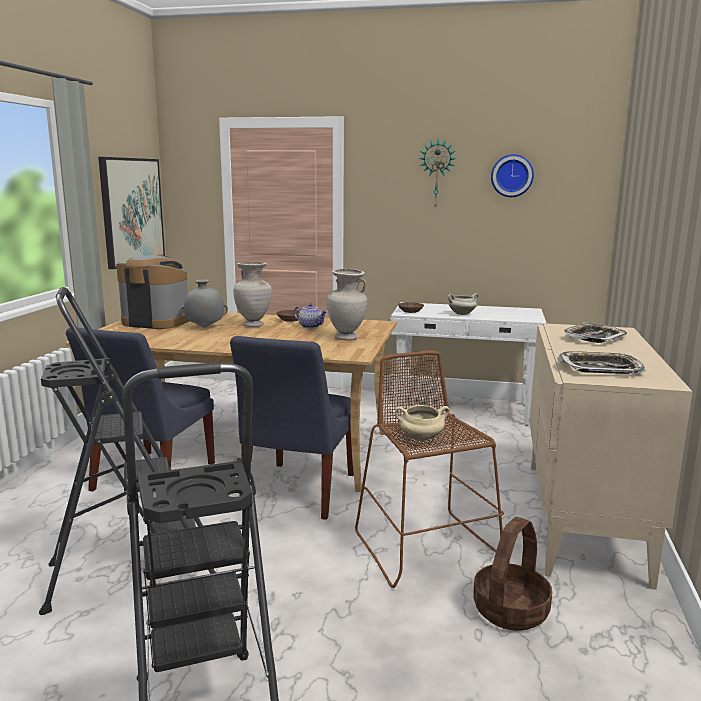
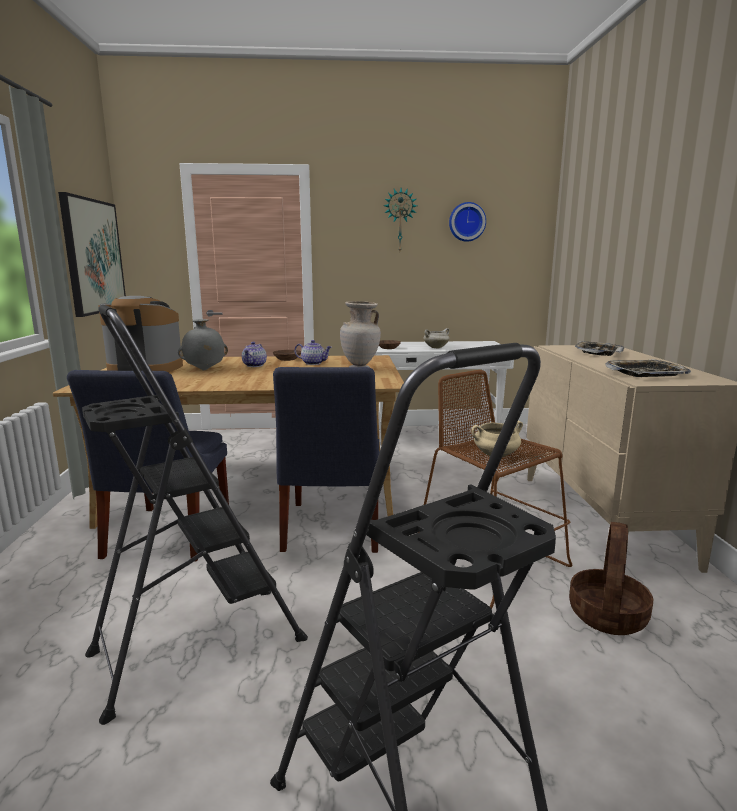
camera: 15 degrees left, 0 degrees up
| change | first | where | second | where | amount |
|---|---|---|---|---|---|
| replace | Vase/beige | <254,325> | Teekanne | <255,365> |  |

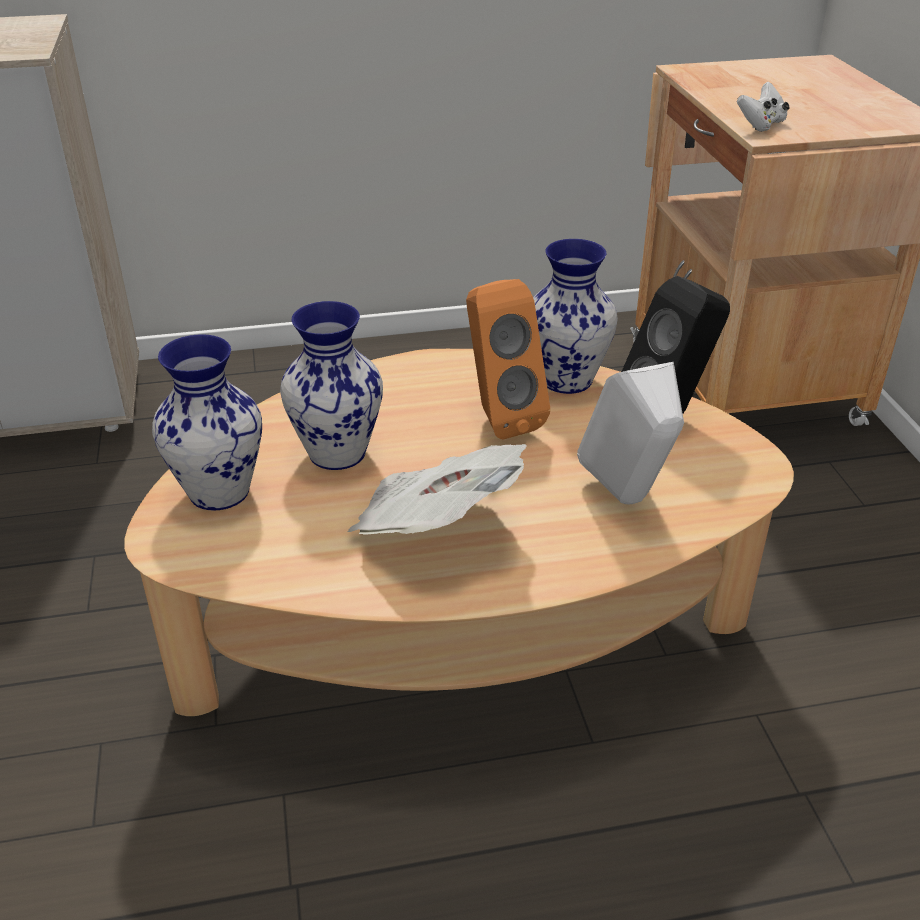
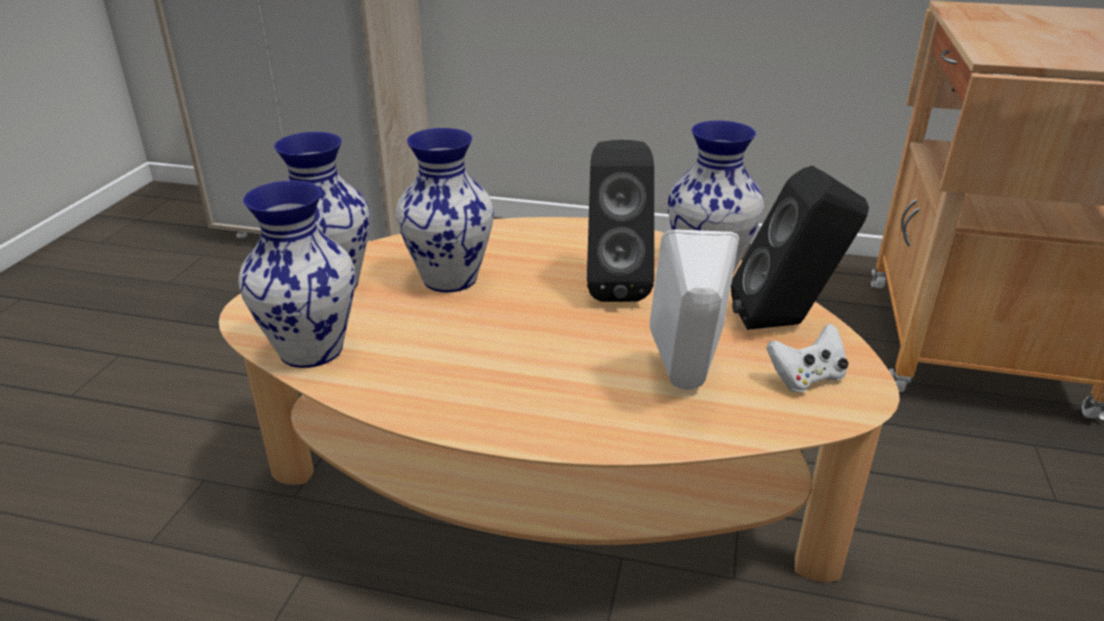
camera: 25 degrees right, 5 degrees down
| change | first | where | second | where | amount |
|---|---|---|---|---|---|
| delete | Zeitung | <436,525> |  |  |  |
| insert |  |  | Vase | <310,349> |  |
| move | Gamepad/weiß | <761,125> |  | <806,378> |  |
| recolor | Lautsprecher/orange | <498,418> | Lautsprecher/schwarz | <615,285> |  |

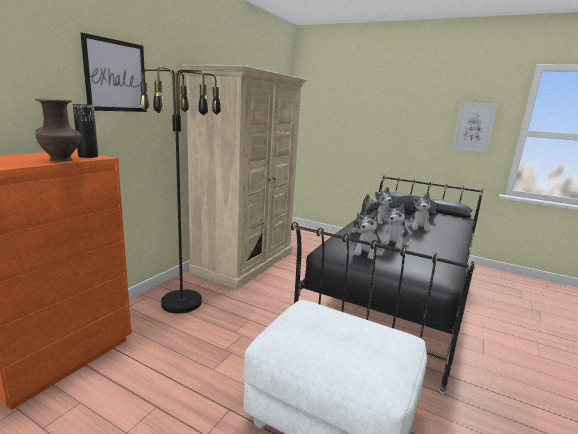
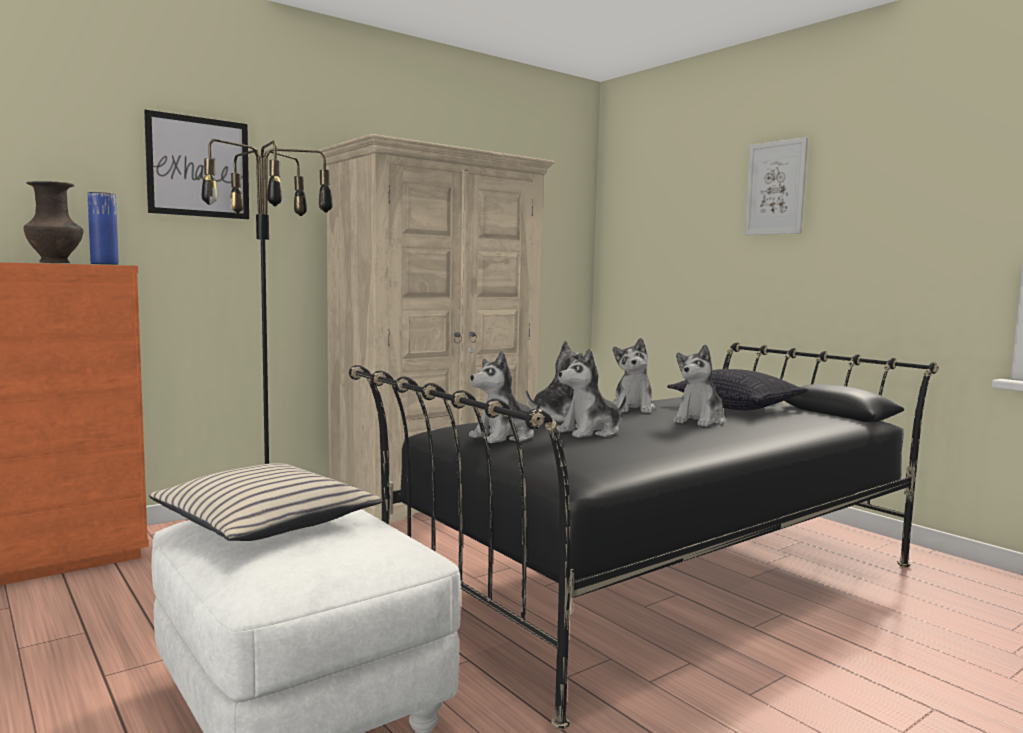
camera: 25 degrees right, 10 degrees down
| change | first | where | second | where | amount |
|---|---|---|---|---|---|
| insert |  |  | Kissen/beige | <266,522> |  |
| move | Bild | <474,127> |  | <775,188> |  |
| recolor | Vase/schwarz | <88,156> | Vase/blau | <104,264> |  |

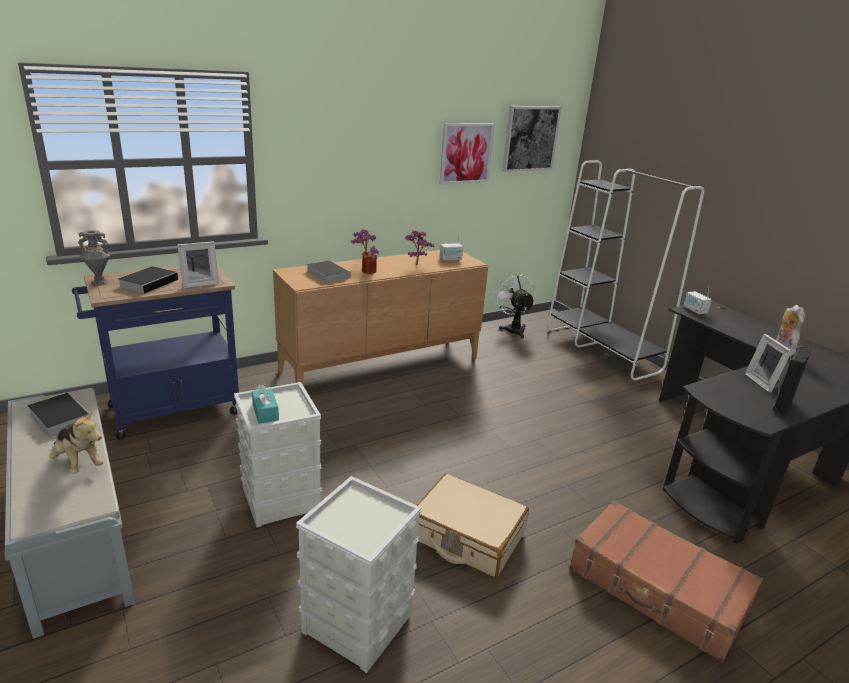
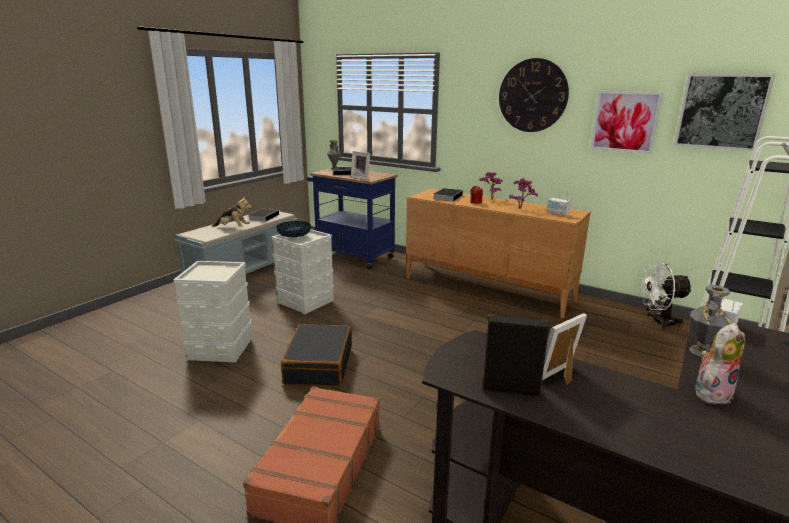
camera: 65 degrees right, 5 degrees down
| change | first | where | second | where | amount |
|---|---|---|---|---|---|
| insert |  |  | Wanduhr | <532,95> |  |
| insert |  |  | Vase/grau | <700,351> |  |
| replace | Taschentuchbox/türkis | <265,412> | Schüssel | <294,237> |  |
| recolor | Koffer/beige | <467,536> | Koffer/schwarz | <318,365> |  |
| rotate | Plüschtier | <78,462> |  | <233,228> | 90 degrees counterclockwise |
| rotate | Ventilator/weiß | <513,329> |  | <658,322> | 135 degrees counterclockwise |

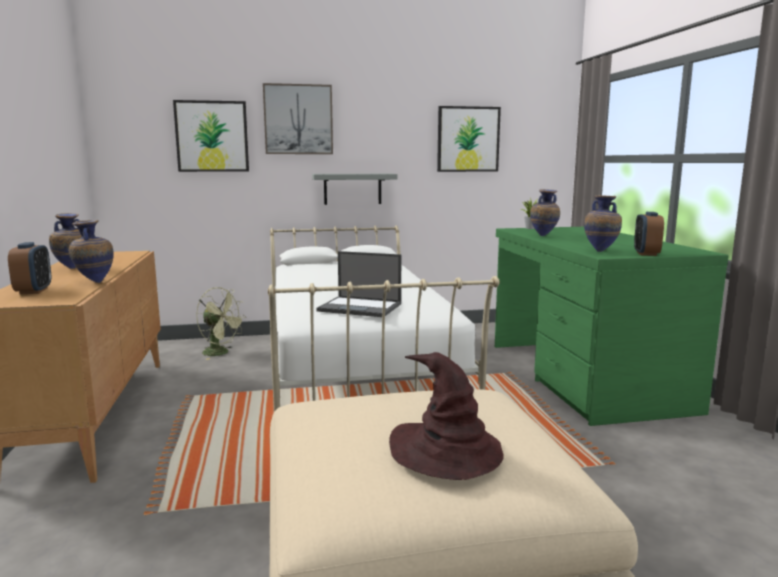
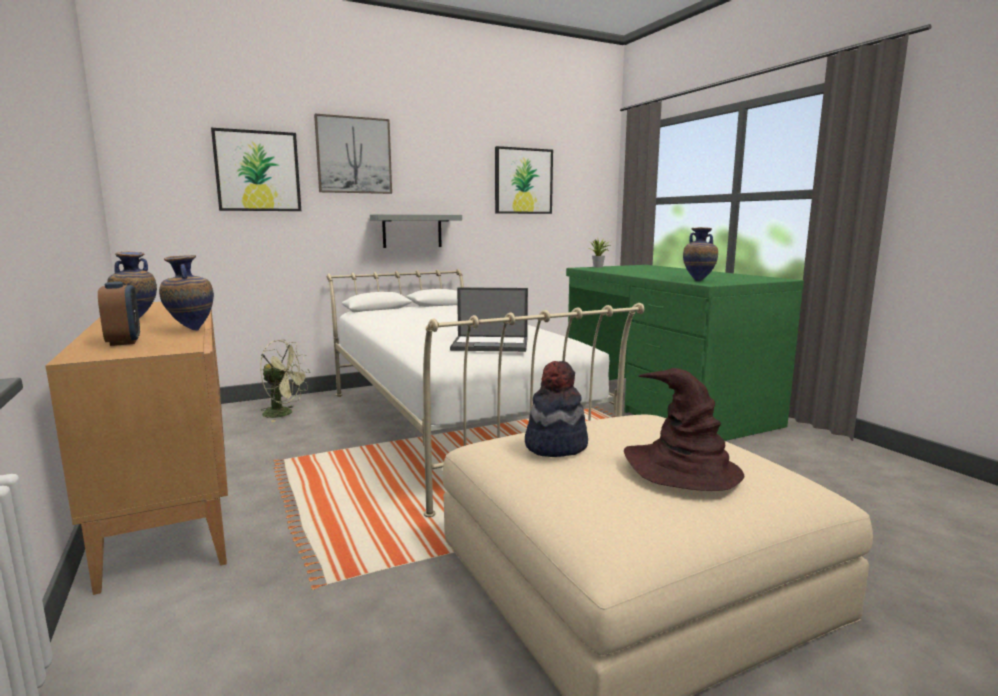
camera: 15 degrees left, 0 degrees up
| change | first | where | second | where | amount |
|---|---|---|---|---|---|
| delete | Vase | <543,236> |  |  |  |
| delete | Wecker | <646,253> |  |  |  |
| insert |  |  | Hut | <555,445> |  |

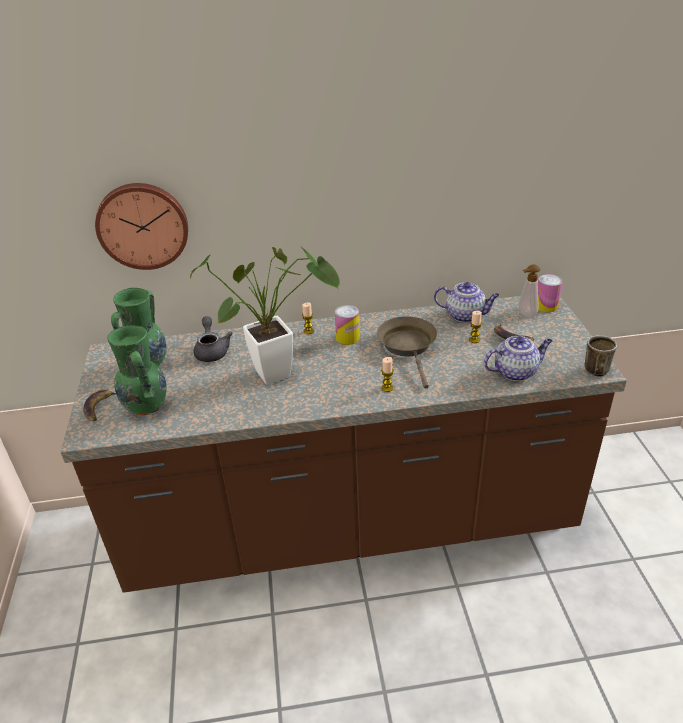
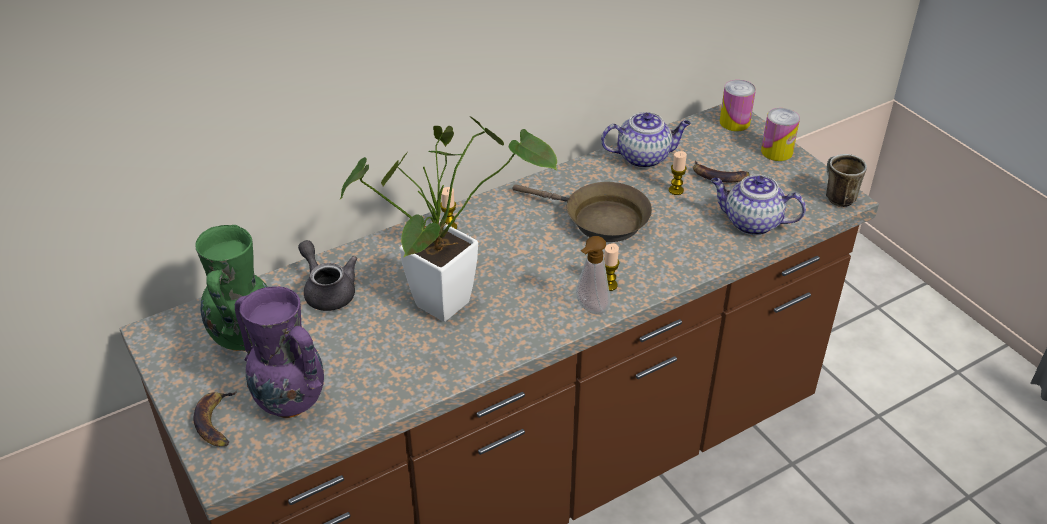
camera: 25 degrees left, 5 degrees up
| change | first | where | second | where | amount |
|---|---|---|---|---|---|
| delete | Wanduhr | <143,225> |  |  |  |
| move | Dose | <347,338> |  | <776,151> |  |
| move | Seifenspender | <525,315> |  | <590,309> |  |
| recolor | Vase/grün | <147,407> | Vase/lila | <290,402> |  |
| rotate | Pfanne/braun | <408,347> |  | <599,219> | 150 degrees clockwise |
| rotate | Teekanne | <515,371> |  | <751,223> | 120 degrees counterclockwise |

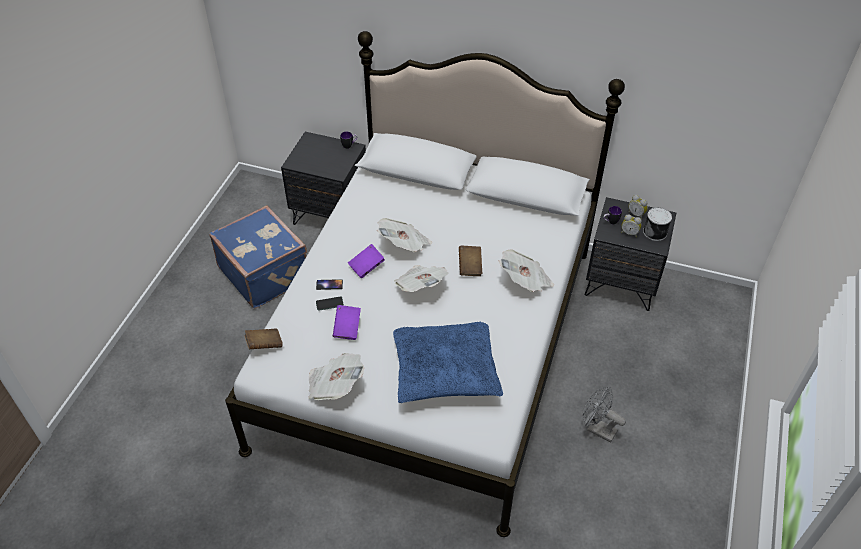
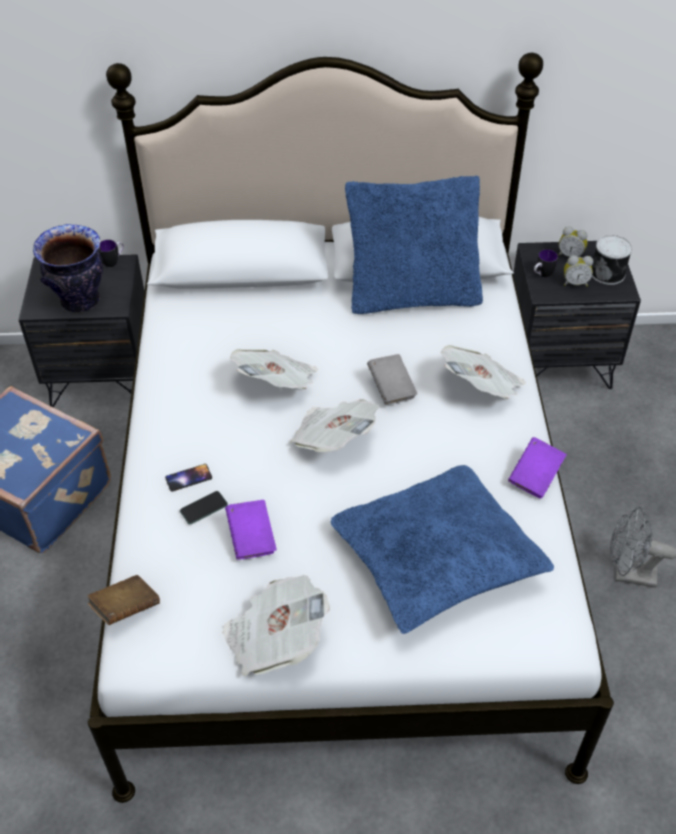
camera: 20 degrees left, 0 degrees up
| change | first | where | second | where | amount |
|---|---|---|---|---|---|
| insert |  |  | Vase | <81,301> |  |
| insert |  |  | Kissen/blau | <413,291> |  |
| move | Buch/lila | <366,267> |  | <535,477> |  |
| recolor | Buch/braun | <470,266> | Buch/grau | <391,388> |  |

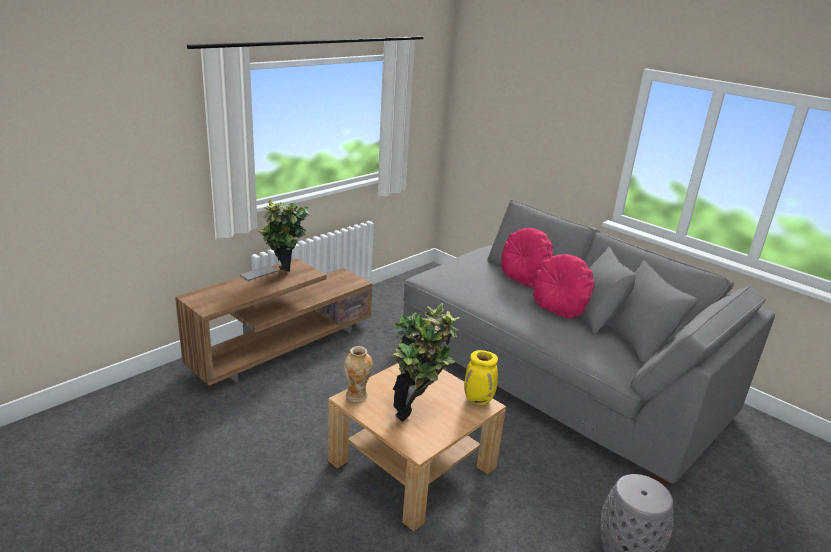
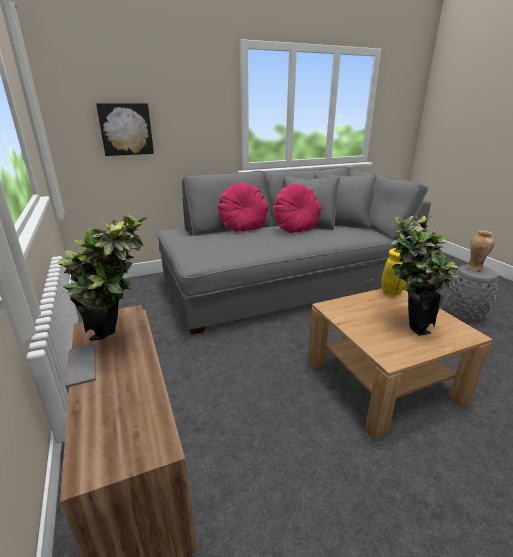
camera: 65 degrees left, 0 degrees up
| change | first | where | second | where | amount |
|---|---|---|---|---|---|
| insert |  |  | Bild | <126,129> |  |
| move | Vase | <357,396> |  | <474,268> |  |

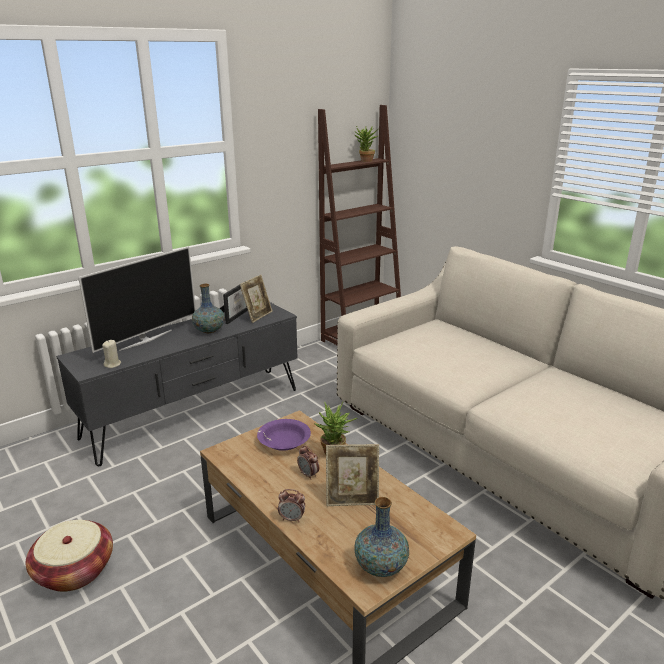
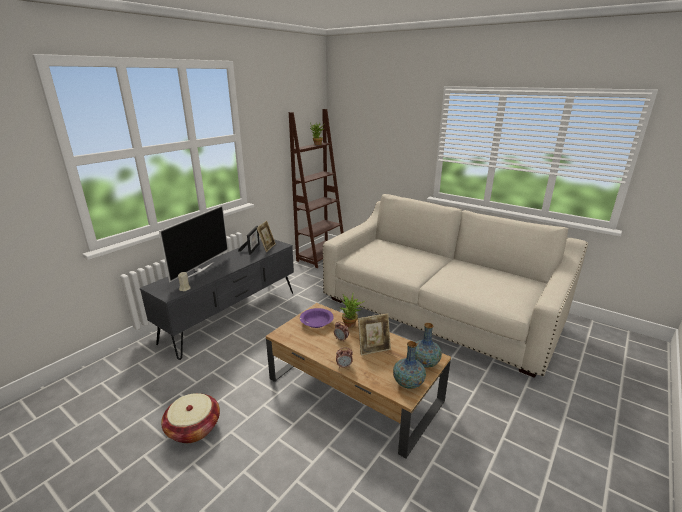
camera: 15 degrees left, 0 degrees up
| change | first | where | second | where | amount |
|---|---|---|---|---|---|
| move | Vase | <209,330> |  | <425,363> |  |

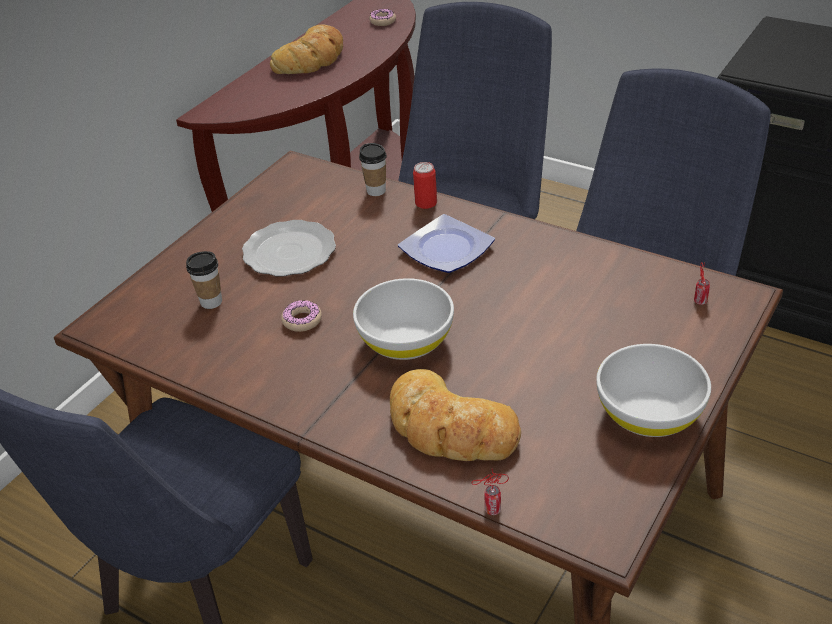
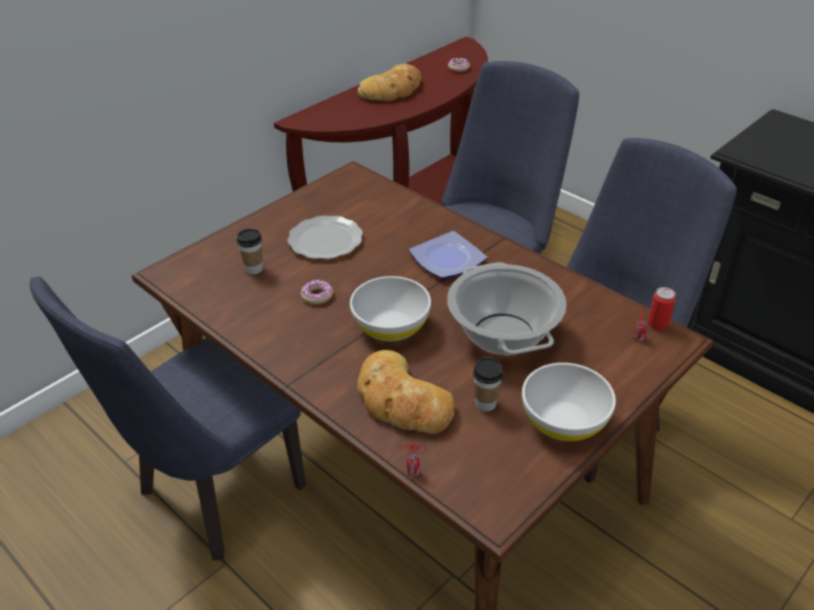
camera: 10 degrees right, 0 degrees up
| change | first | where | second | where | amount |
|---|---|---|---|---|---|
| insert |  |  | Kochtopf | <502,334> |  |
| move | Tasse | <376,191> |  | <485,404> |  |
| move | Dose | <426,203> |  | <658,324> |  |

